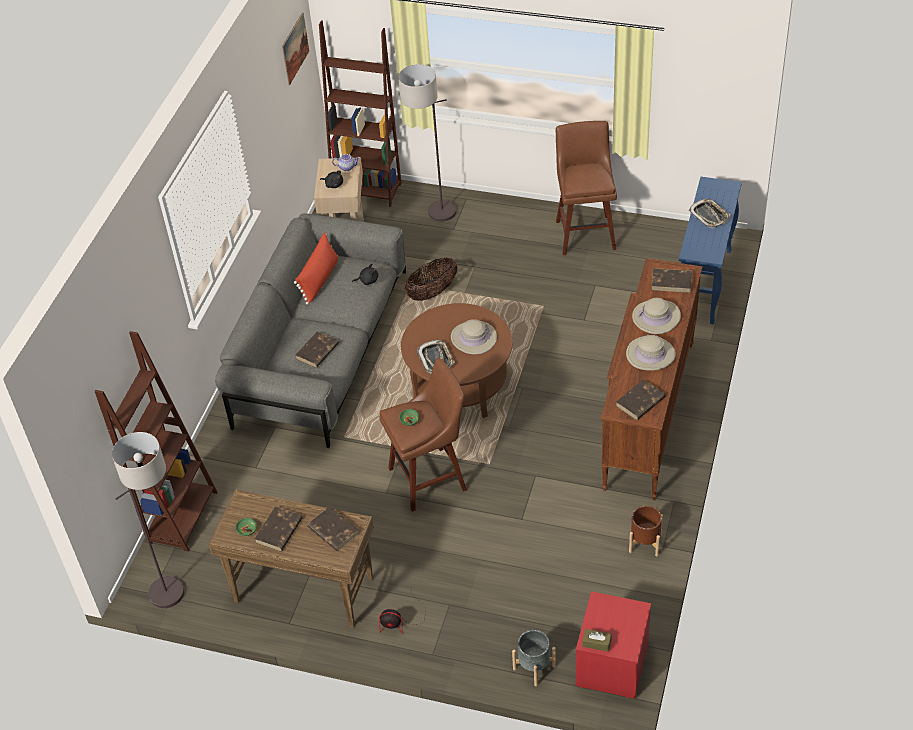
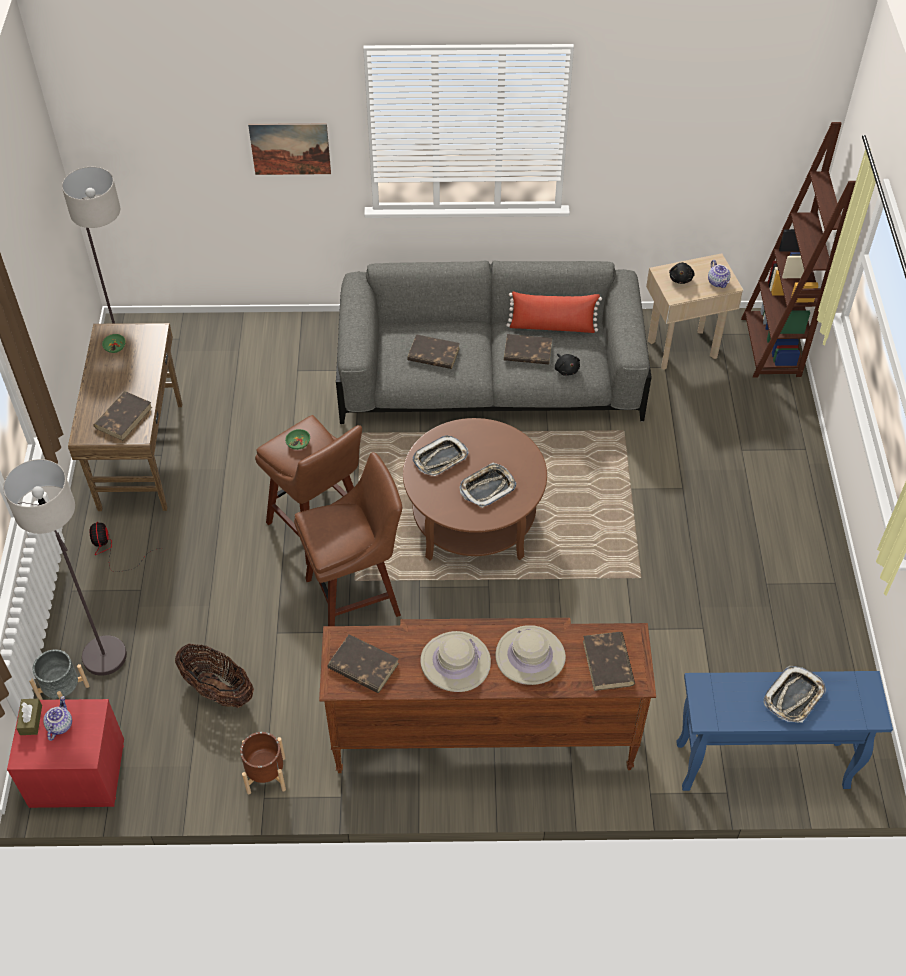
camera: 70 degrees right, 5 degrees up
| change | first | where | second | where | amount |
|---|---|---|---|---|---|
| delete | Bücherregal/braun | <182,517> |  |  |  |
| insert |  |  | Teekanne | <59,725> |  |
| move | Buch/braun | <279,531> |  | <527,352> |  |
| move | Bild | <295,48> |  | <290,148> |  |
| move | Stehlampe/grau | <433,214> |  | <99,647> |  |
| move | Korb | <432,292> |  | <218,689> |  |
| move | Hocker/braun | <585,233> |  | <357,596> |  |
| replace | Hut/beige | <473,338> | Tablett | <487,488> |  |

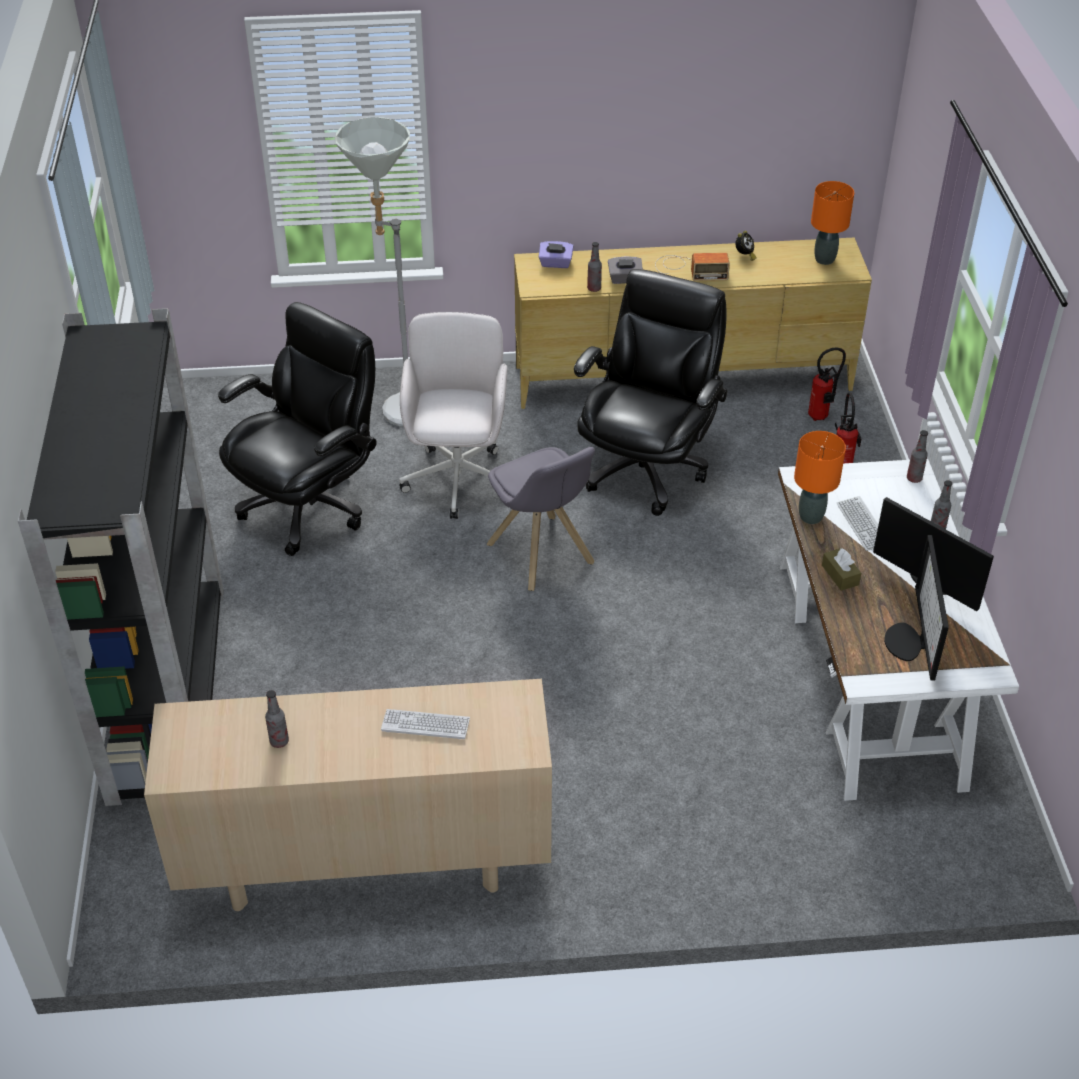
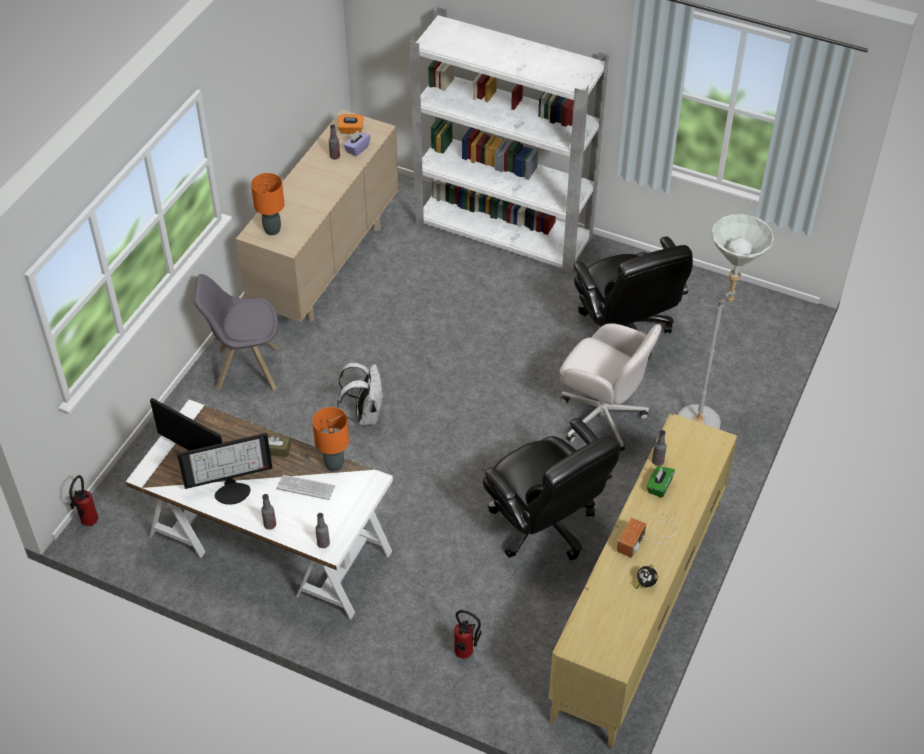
camera: 120 degrees right, 5 degrees up
| change | first | where | second | where | amount |
|---|---|---|---|---|---|
| delete | Tastatur | <425,725> |  |  |  |
| insert |  |  | Rucksack/weiß | <365,414> |  |
| insert |  |  | Taschentuchbox/orange | <351,130> |  |
| move | Stuhl/grau | <541,553> |  | <246,369> |  |
| move | Taschentuchbox/lila | <555,263> |  | <357,149> |  |
| move | Feuerlöscher | <821,417> |  | <87,523> |  |
| move | Tischlampe/orange | <824,260> |  | <272,230> |  |
| recolor | Bücherregal/schwarz | <168,690> | Bücherregal/weiß | <503,231> |  |
| recolor | Taschentuchbox/grau | <625,279> | Taschentuchbox/grün | <659,487> |  |

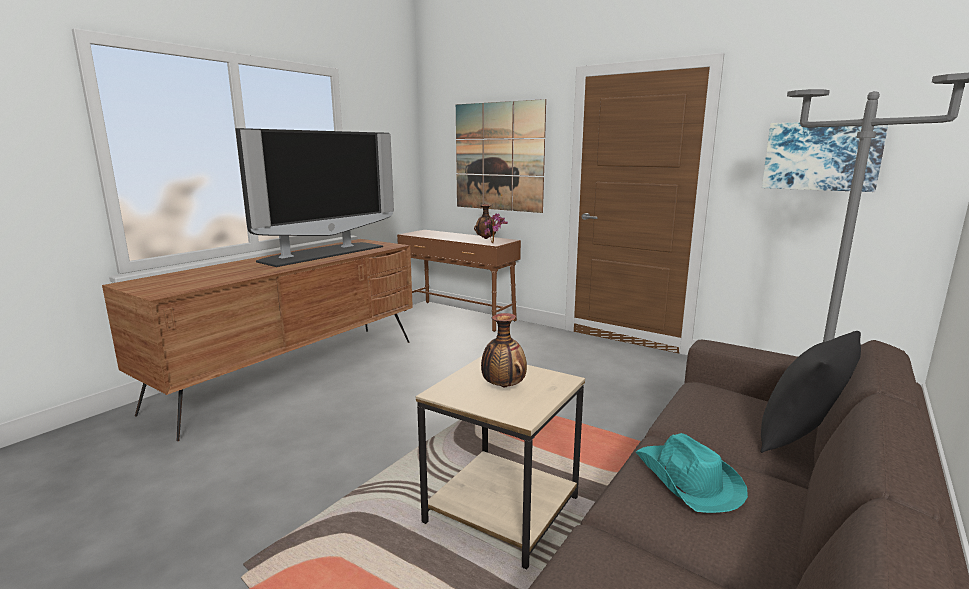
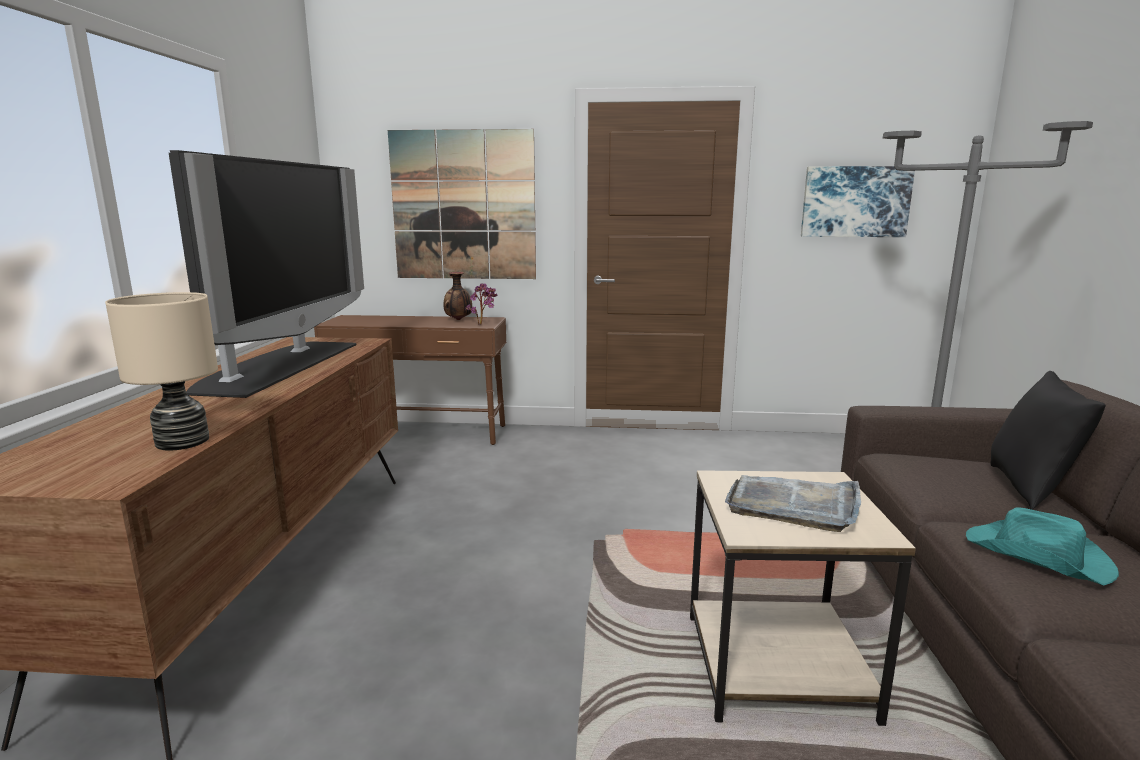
camera: 30 degrees left, 0 degrees up
| change | first | where | second | where | amount |
|---|---|---|---|---|---|
| insert |  |  | Tischlampe/beige | <182,442> |  |
| replace | Vase | <503,387> | Tablett/grau | <794,504> |  |

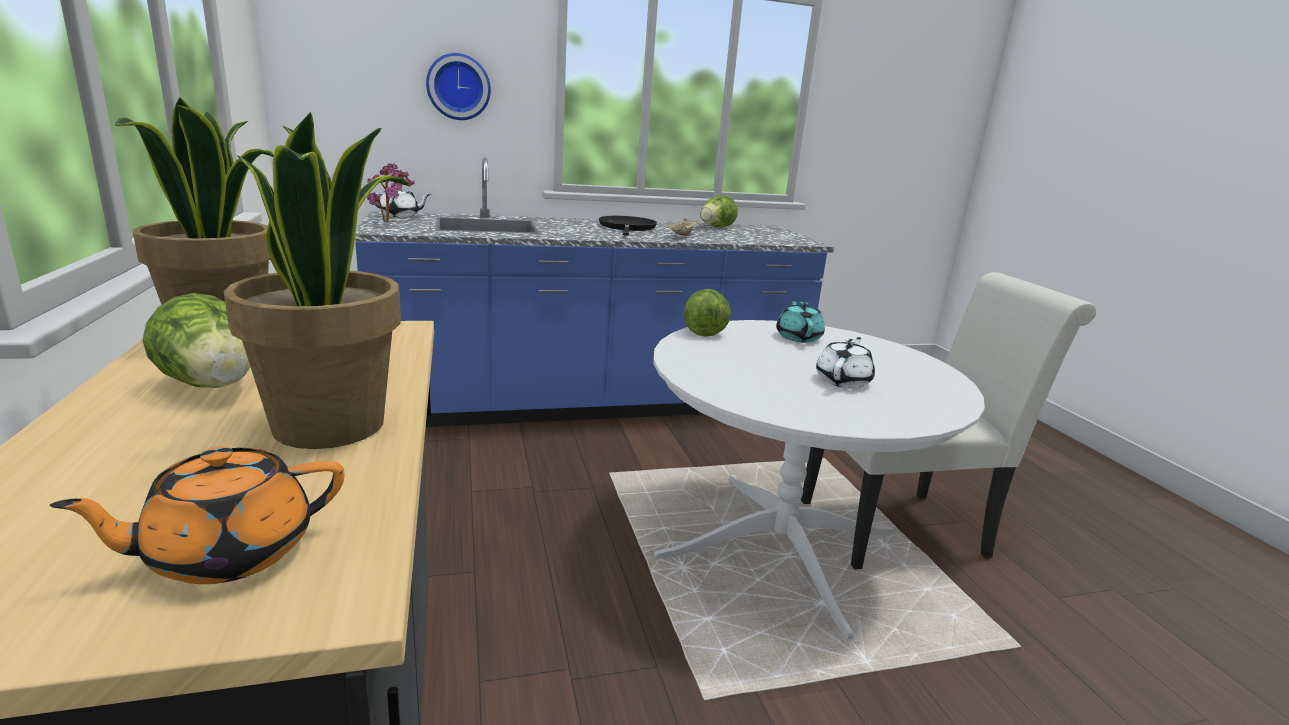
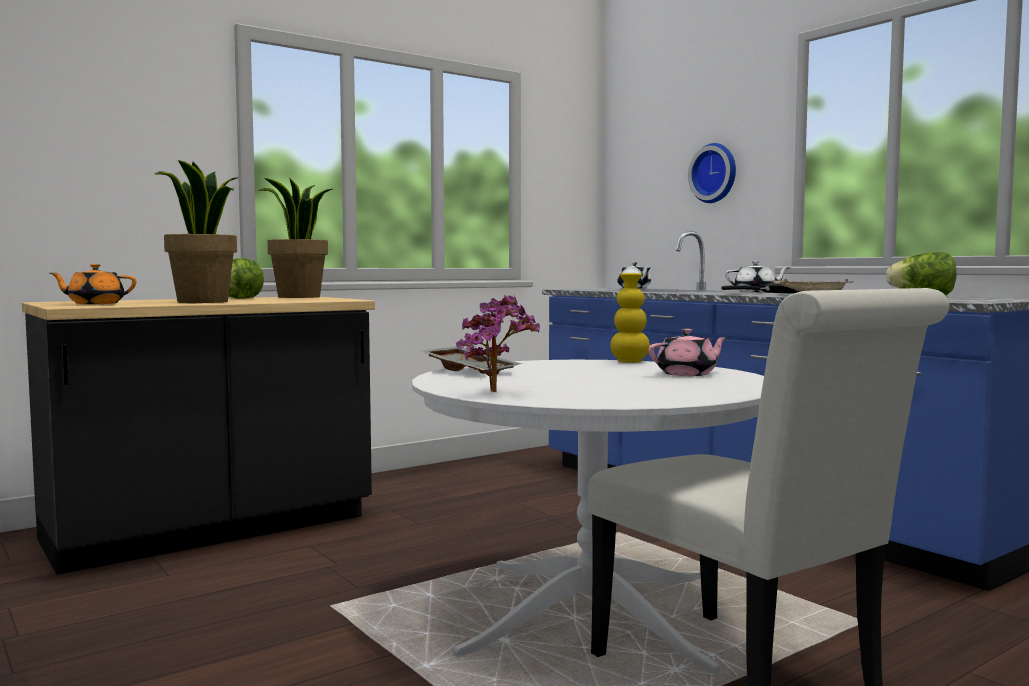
camera: 70 degrees right, 15 degrees down
| change | first | where | second | where | amount |
|---|---|---|---|---|---|
| insert |  |  | Tablett/grau | <472,371> |  |
| move | Topfpflanze | <390,222> |  | <498,393> |  |
| move | Teekanne/weiß | <843,381> |  | <756,291> |  |
| replace | Salatkopf | <704,331> | Vase/gelb | <629,362> |  |
| recolor | Teekanne/türkis | <798,337> | Teekanne/rosa | <687,374> |  |
| rotate | Teekanne/orange | <227,552> |  | <95,304> | 45 degrees counterclockwise |

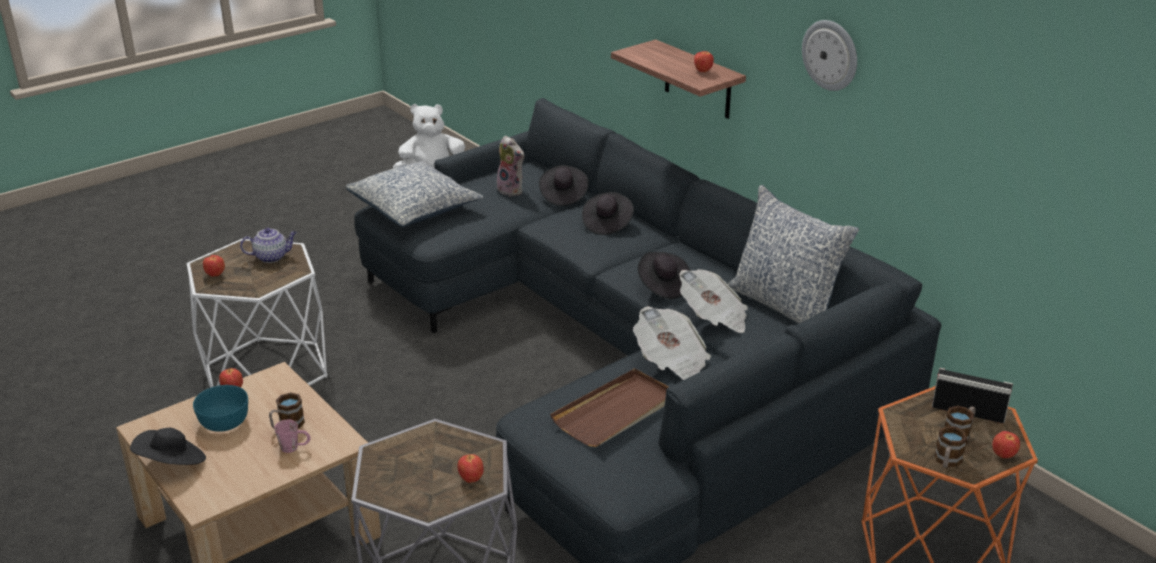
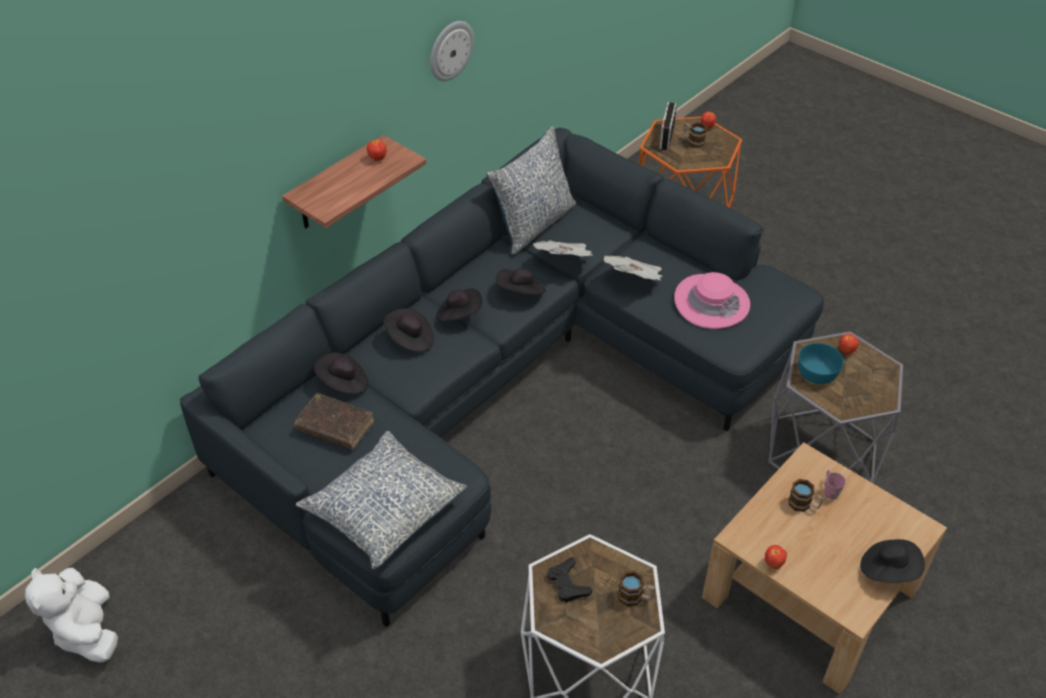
camera: 100 degrees left, 15 degrees up
| change | first | where | second | where | amount |
|---|---|---|---|---|---|
| delete | Apfel | <215,275> |  |  |  |
| insert |  |  | Hut/schwarz | <459,315> |  |
| move | Schüssel/türkis | <224,421> |  | <816,373> |  |
| move | Henkelbecher | <947,462> |  | <635,597> |  |
| replace | Teekanne | <272,257> | Gamepad/schwarz | <568,583> |  |
| replace | Plüschtier | <512,190> | Buch/braun | <335,427> |  |
| replace | Tablett/braun | <616,411> | Hut/rosa | <711,302> |  |

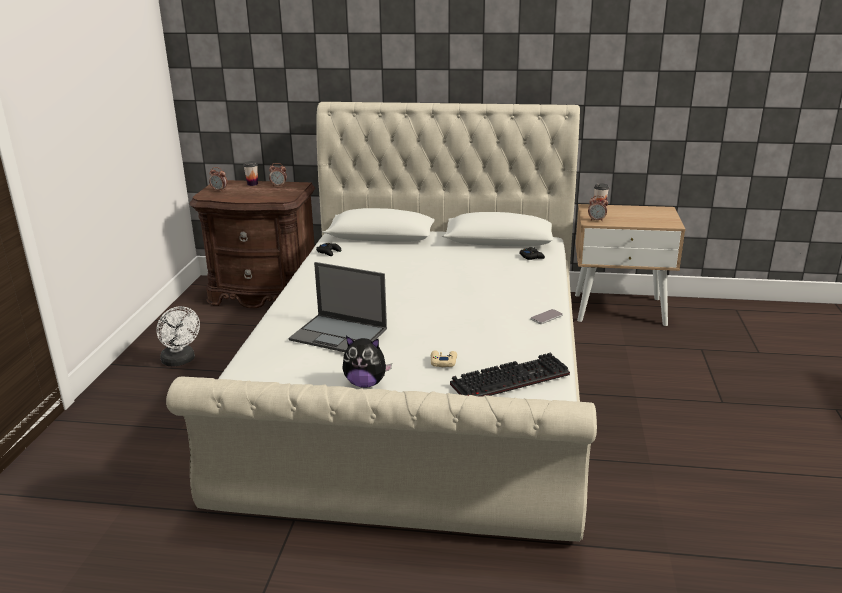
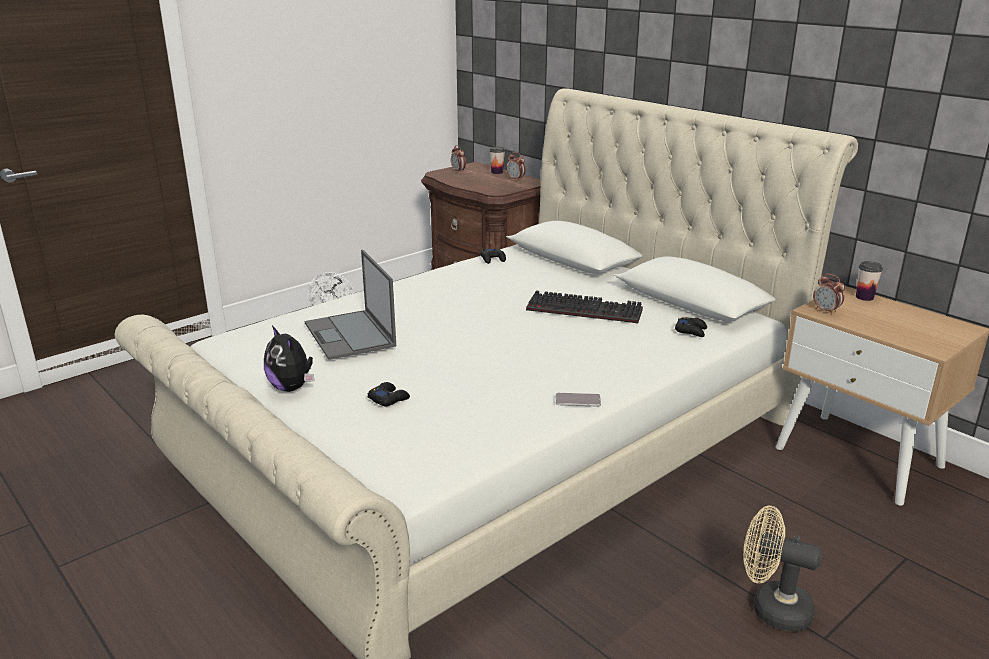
camera: 40 degrees right, 0 degrees up
| change | first | where | second | where | amount |
|---|---|---|---|---|---|
| insert |  |  | Ventilator/beige | <771,608> |  |
| move | Tastatur | <510,378> |  | <586,309> |  |
| recolor | Gamepad/beige | <443,362> | Gamepad/schwarz | <388,399> |  |

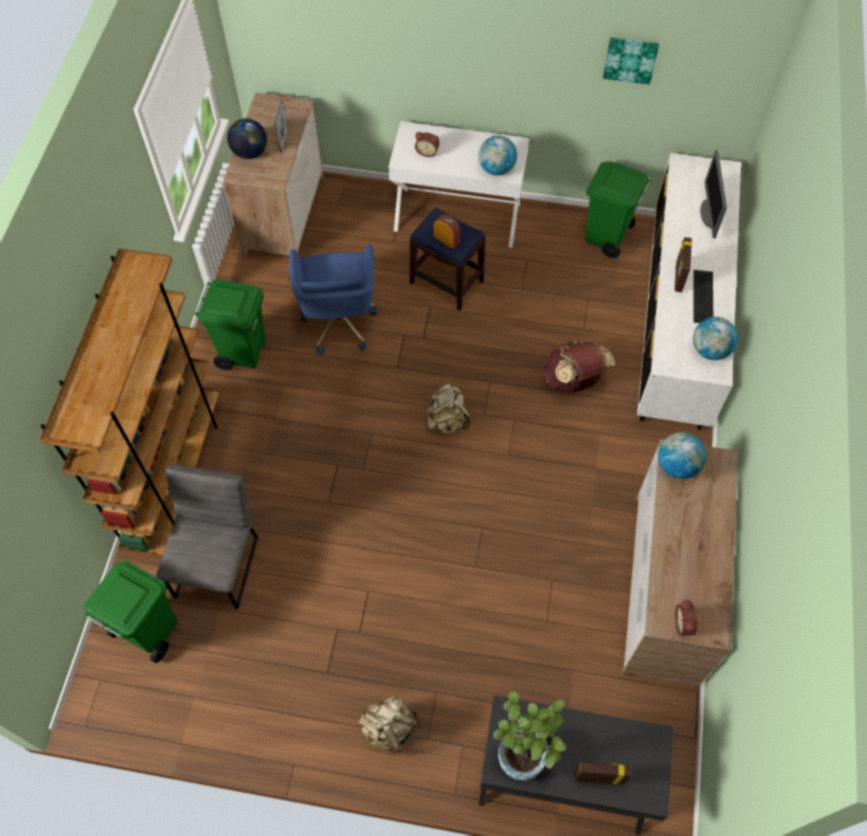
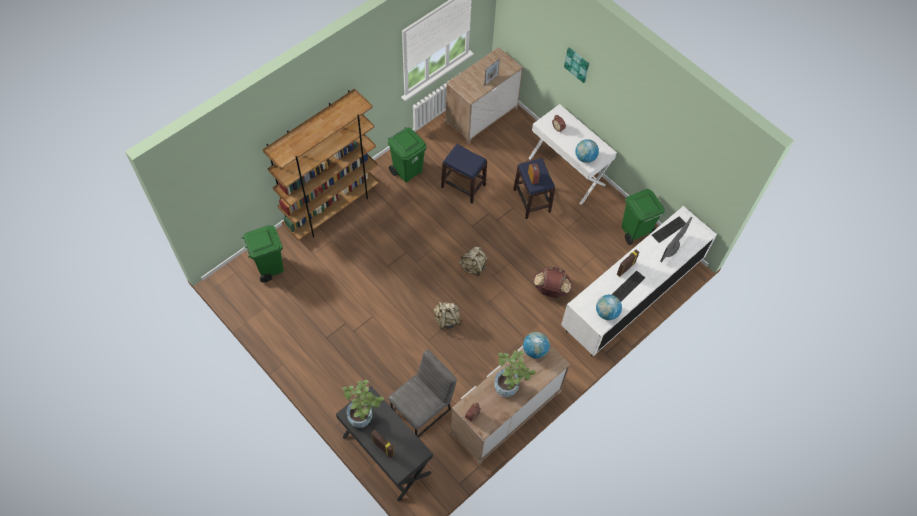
camera: 35 degrees right, 0 degrees up
| change | first | where | second | where | amount |
|---|---|---|---|---|---|
| delete | Globus | <250,152> |  |  |  |
| insert |  |  | Topfpflanze | <510,385> |  |
| insert |  |  | Tastatur | <669,230> |  |
| move | Stuhl/grau | <218,564> |  | <422,409> |  |
| move | Rucksack/beige | <389,728> |  | <447,320> |  |
| move | Bild | <630,59> |  | <577,64> |  |
| replace | Bürostuhl/blau | <339,322> | Hocker | <463,186> |  |

